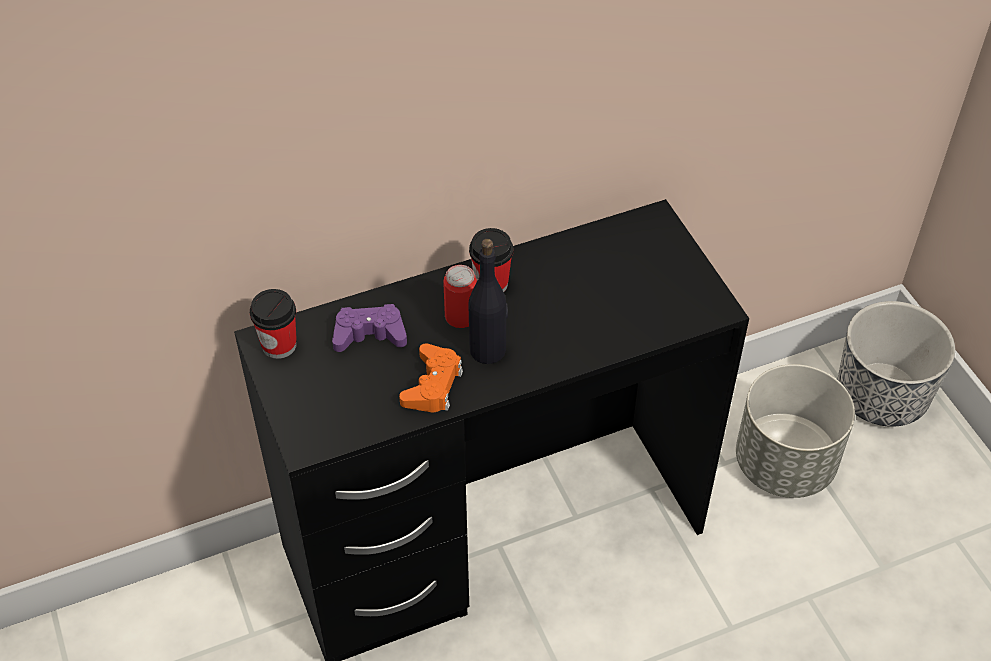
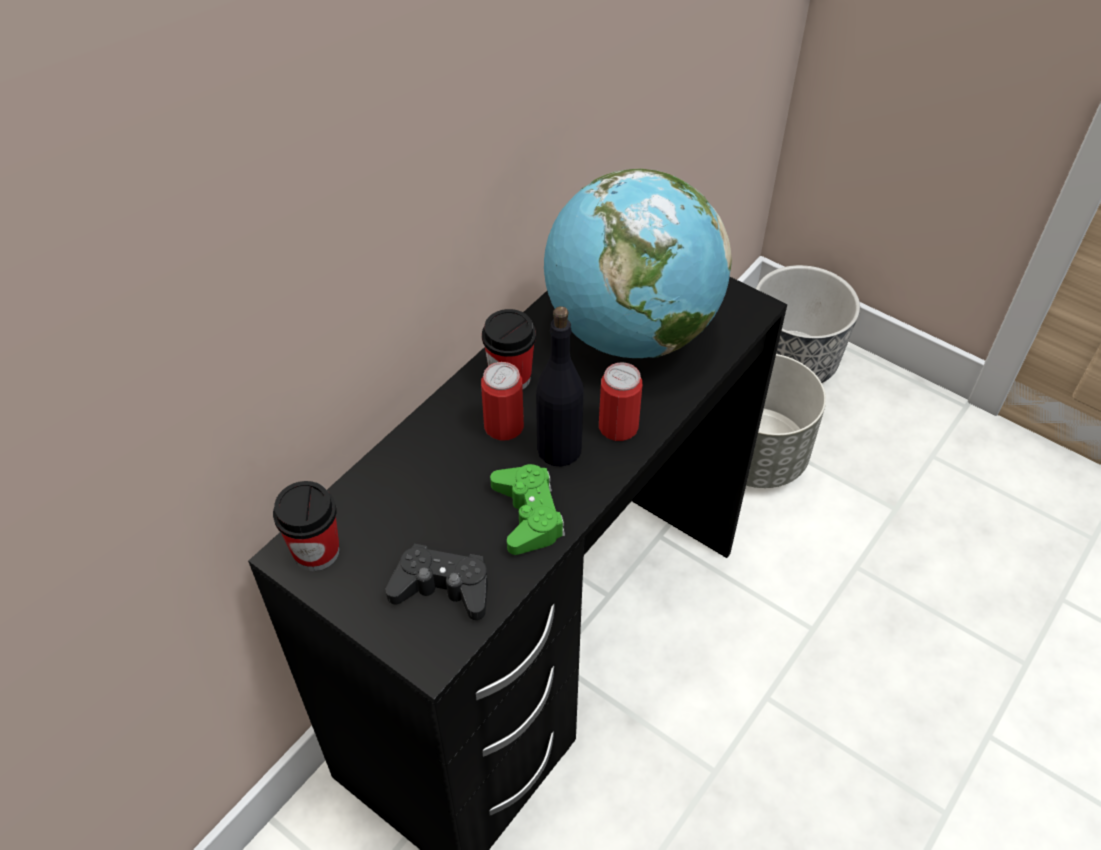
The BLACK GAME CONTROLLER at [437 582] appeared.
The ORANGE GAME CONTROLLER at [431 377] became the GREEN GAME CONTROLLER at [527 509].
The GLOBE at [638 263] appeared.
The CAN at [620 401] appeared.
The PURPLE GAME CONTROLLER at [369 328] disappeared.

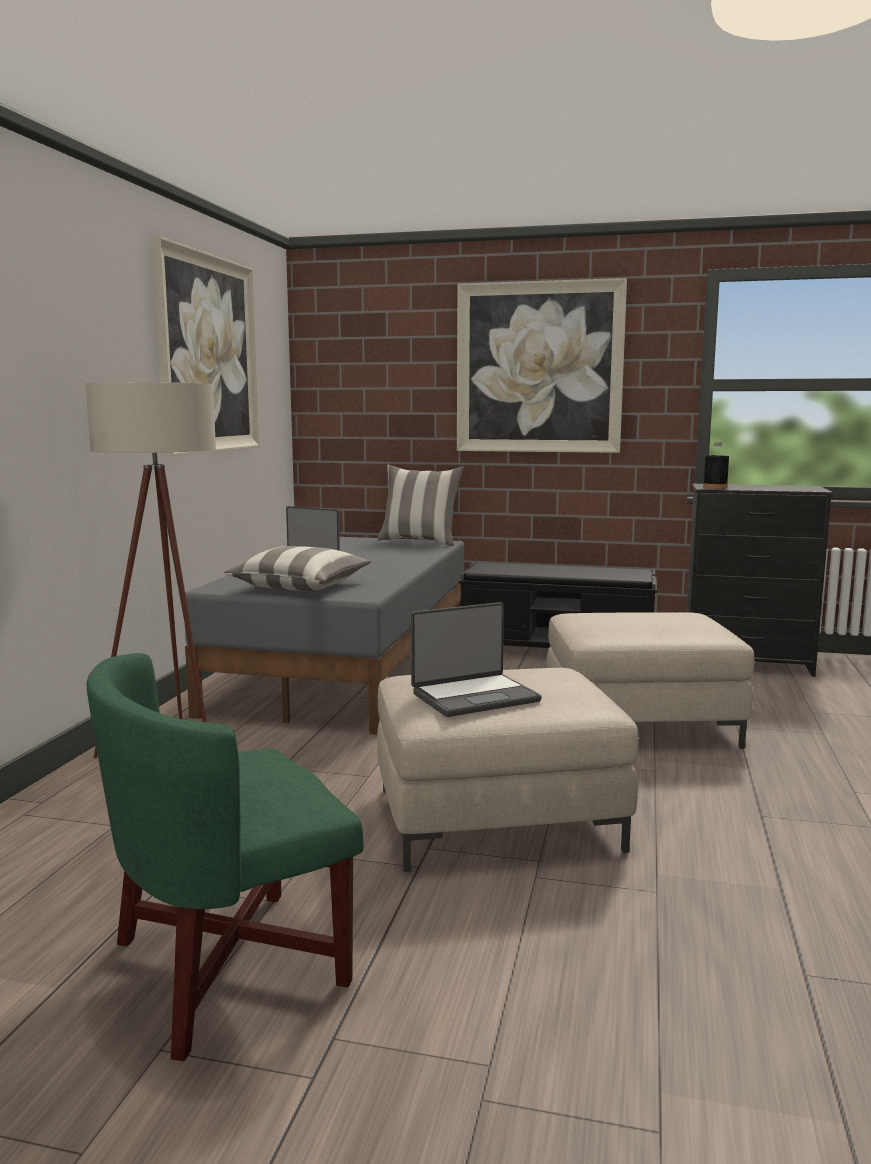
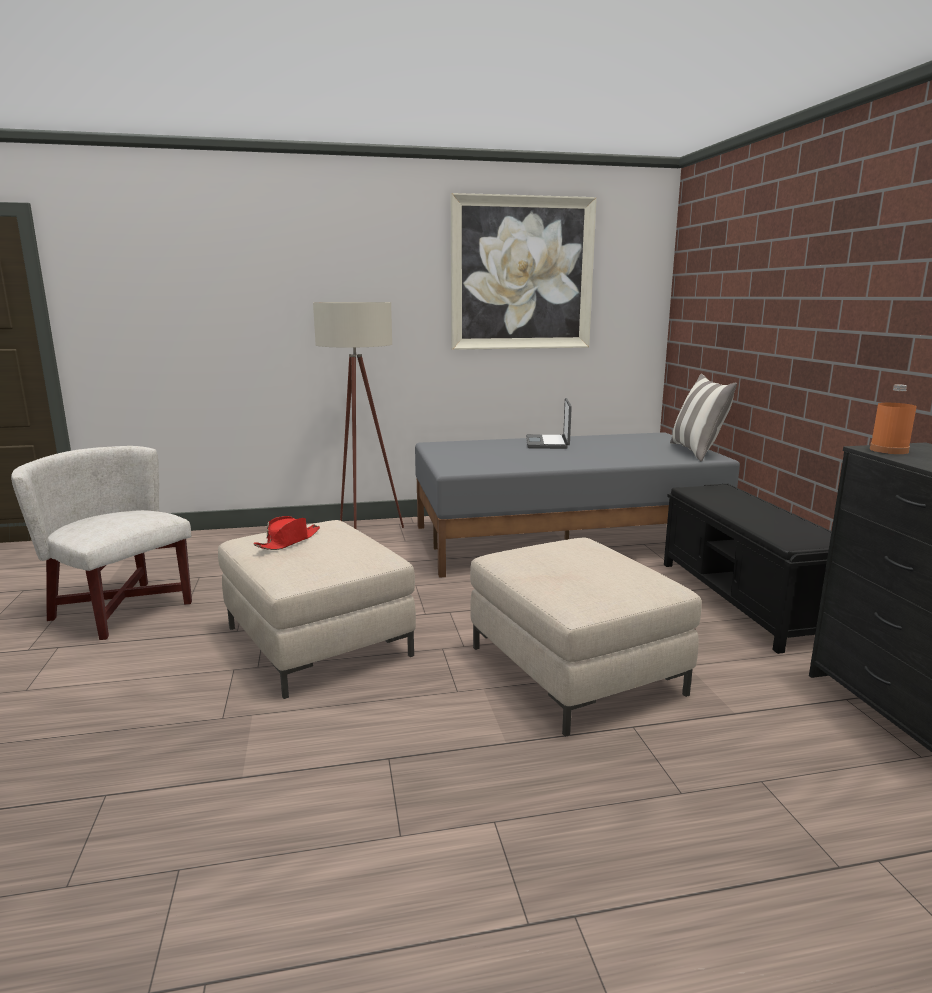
The GREEN ARMCHAIR at [225 857] became the WHITE ARMCHAIR at [101 543].
The LAPTOP at [476 659] was replaced by the RED HAT at [286 533].
The BLACK BOTTLE at [716 465] became the ORANGE BOTTLE at [893 419].
The PILLOW at [297 568] disappeared.
The PICTURE at [542 365] disappeared.

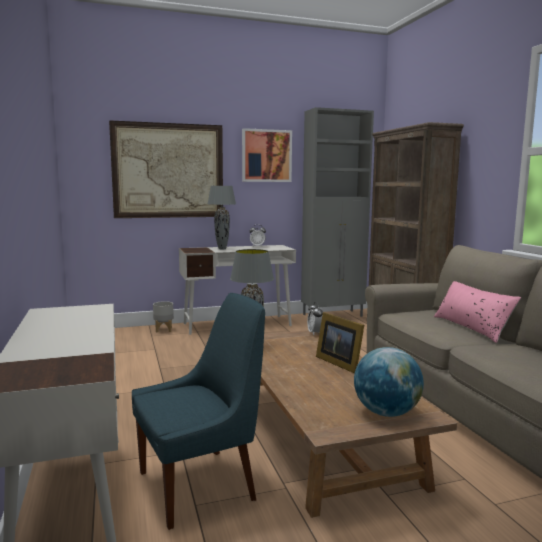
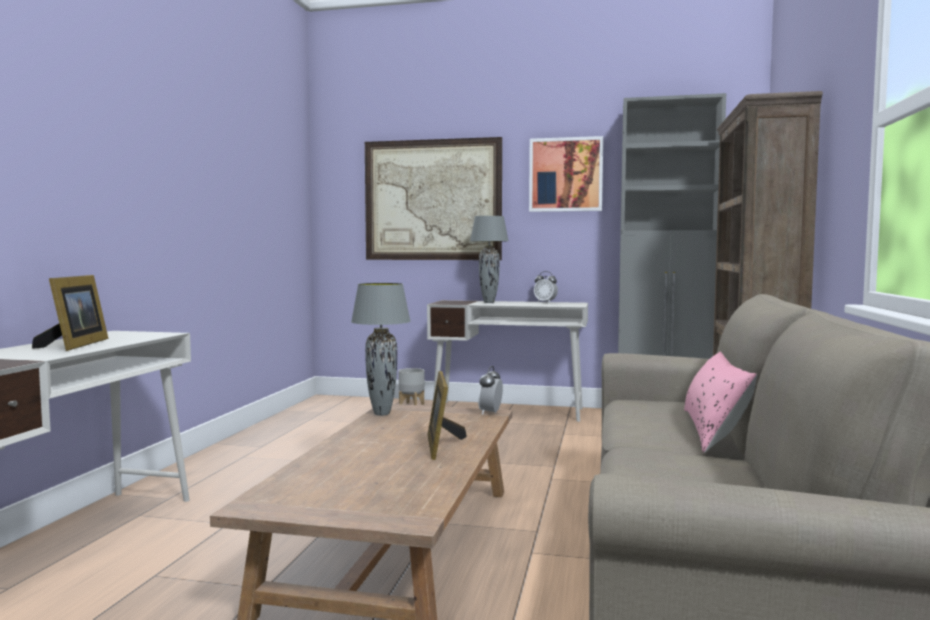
The PICTURE FRAME at [70 313] appeared.
The BLUE CHAIR at [198 411] disappeared.
The GLOBE at [389 382] disappeared.

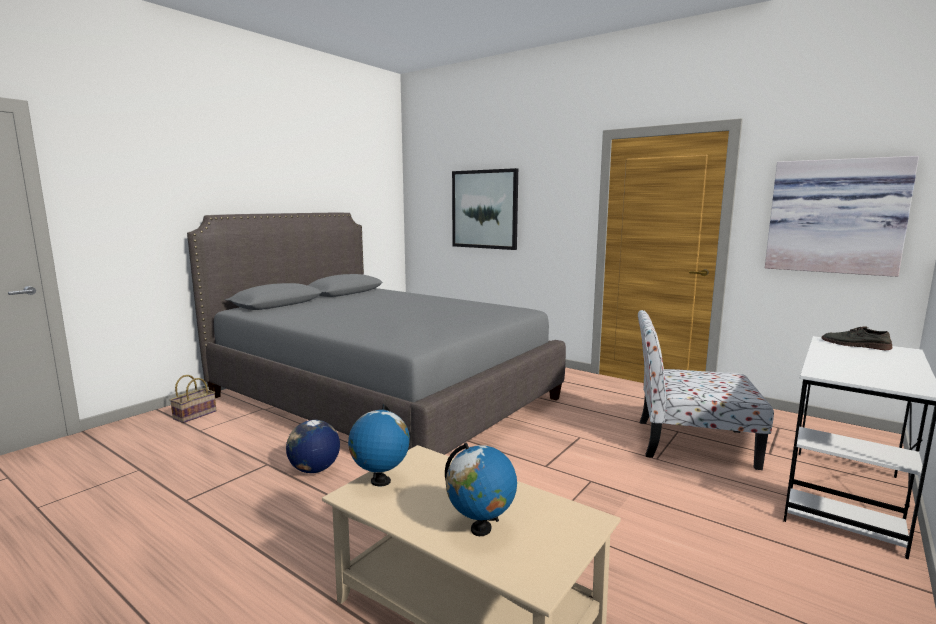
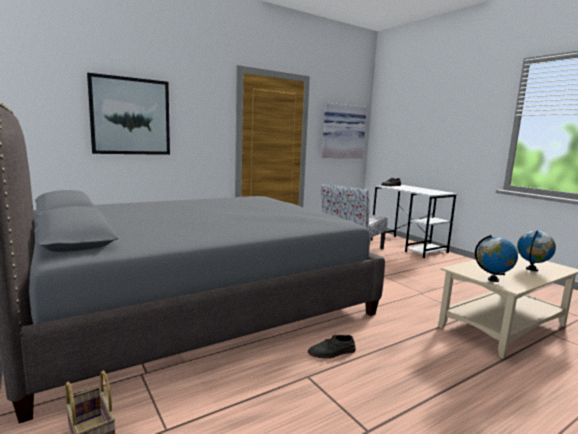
The GLOBE at [313 446] was replaced by the GREY SHOE at [332 346].

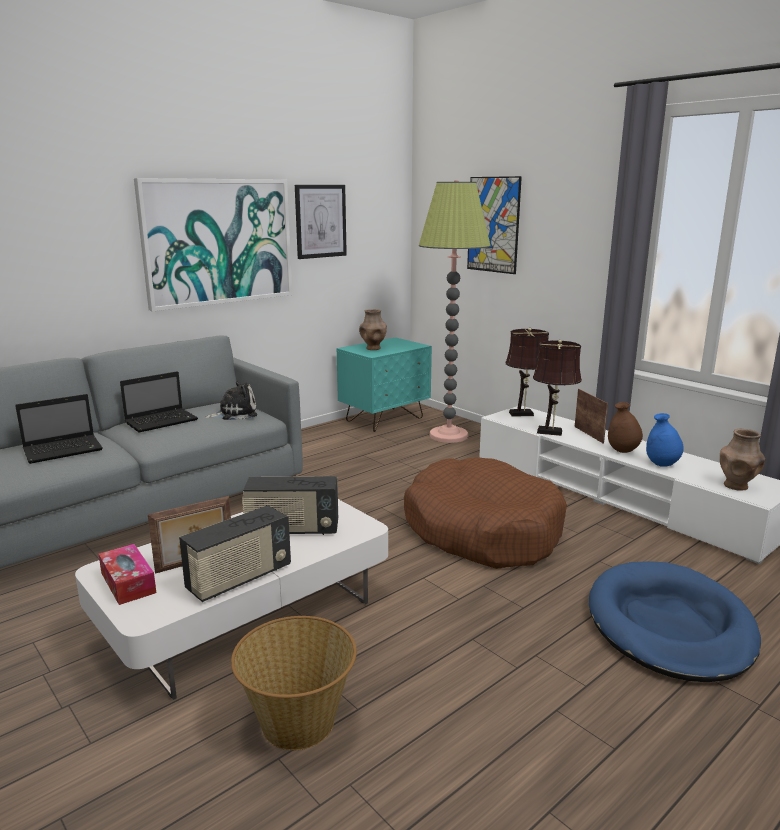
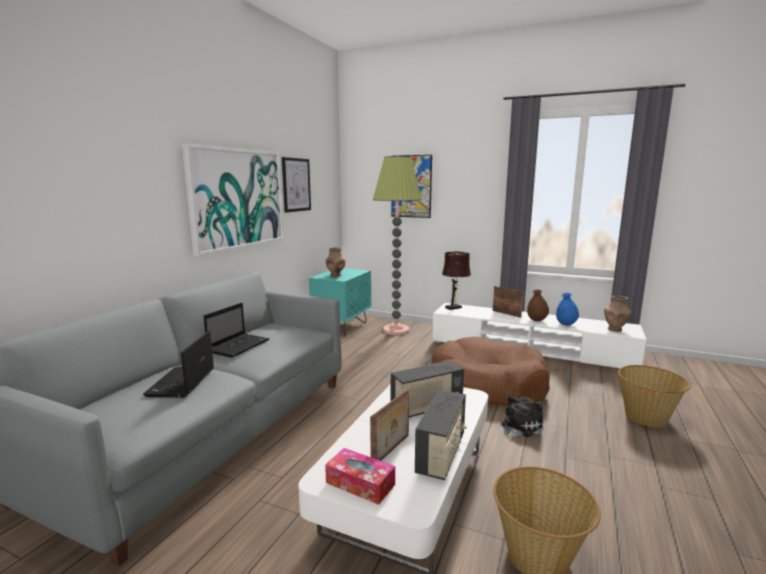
The LAPTOP at [59 429] turned 150 degrees clockwise.
The PLUSH TOY moved from [231 400] to [522 417].
The BLUE DOG BED at [675 621] was replaced by the BASKET at [654 396].
The BROWN TABLE LAMP at [557 388] disappeared.

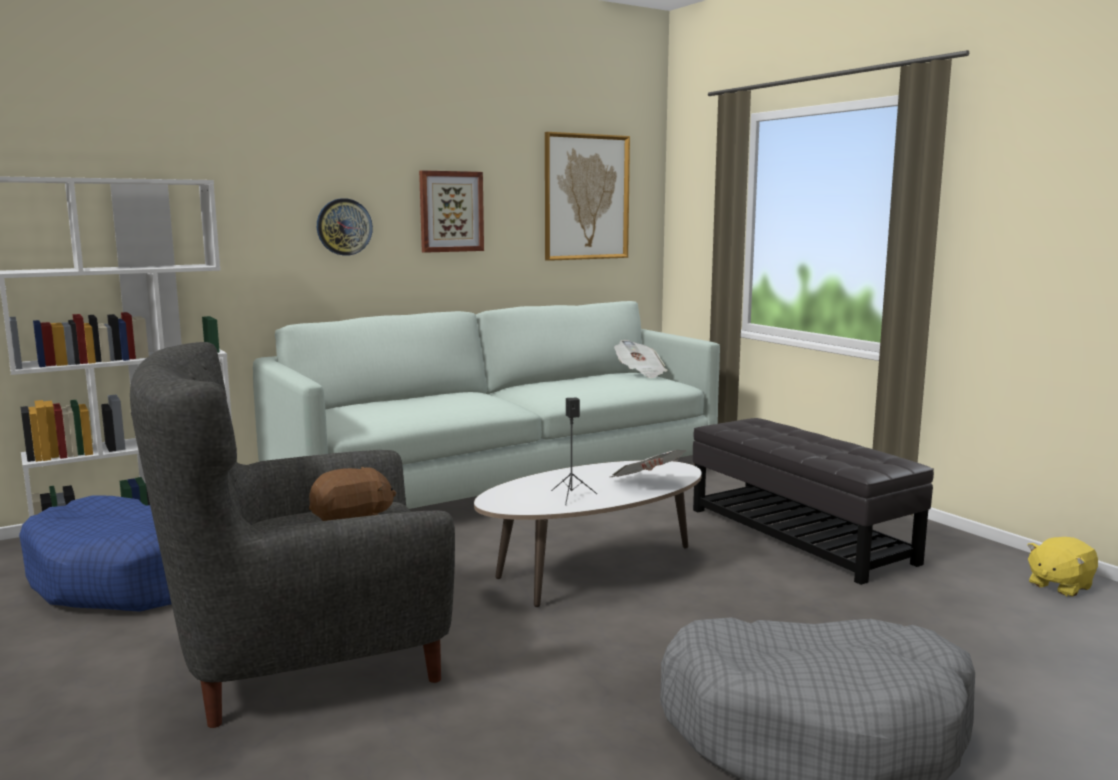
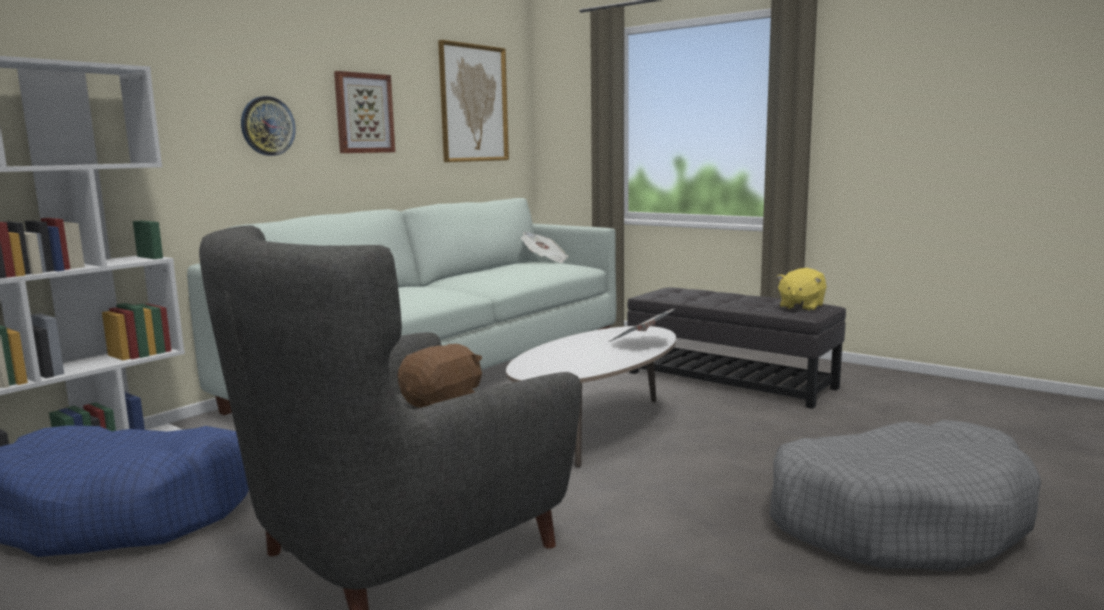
The YELLOW PLUSH TOY moved from [1062 567] to [802 289].
The BLACK SPEAKER at [574 451] disappeared.

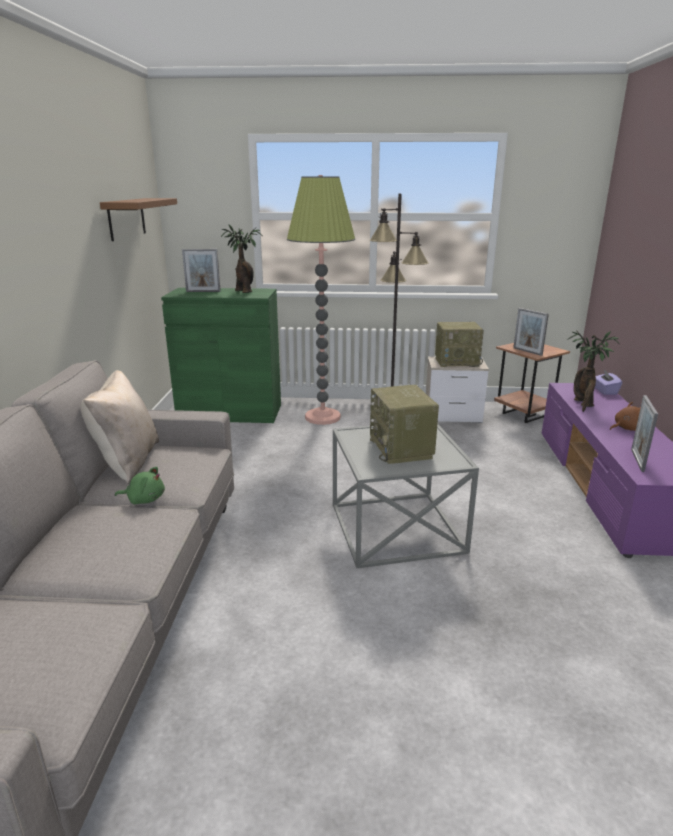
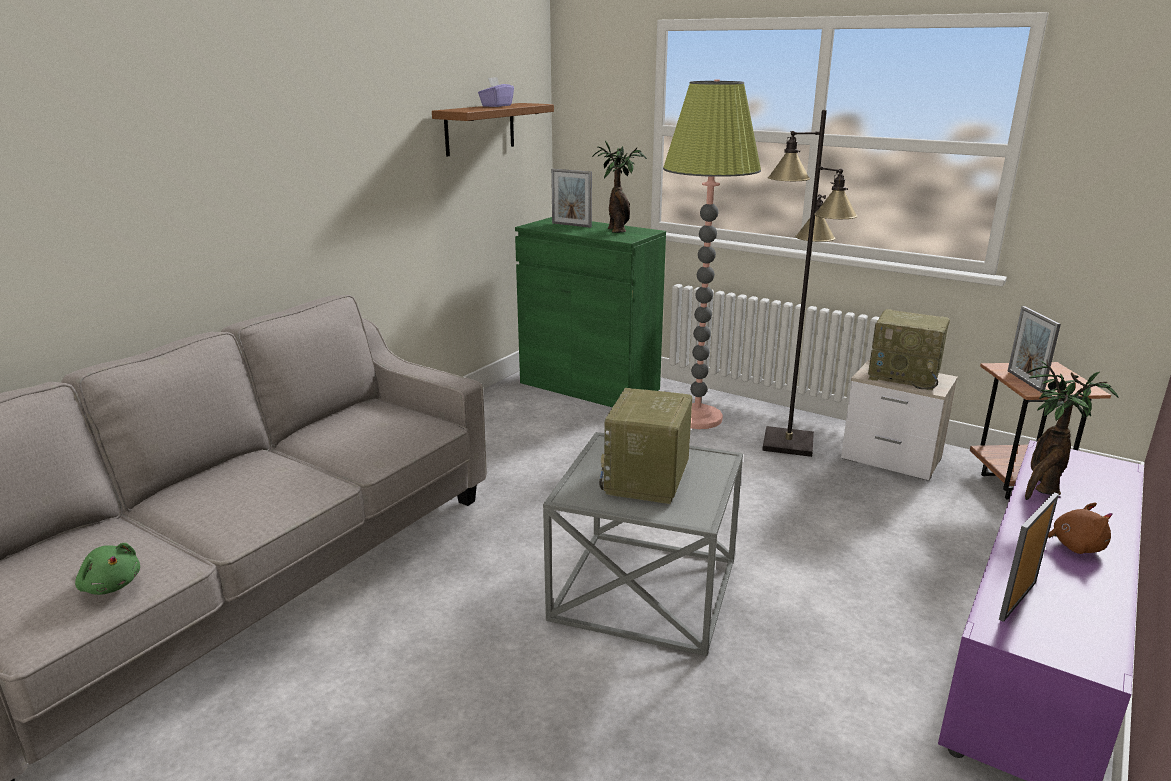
The GREEN PLUSH TOY moved from [140 485] to [107 569].
The PURPLE TISSUE BOX moved from [608 382] to [496 92].
The BEIGE PILLOW at [120 427] disappeared.

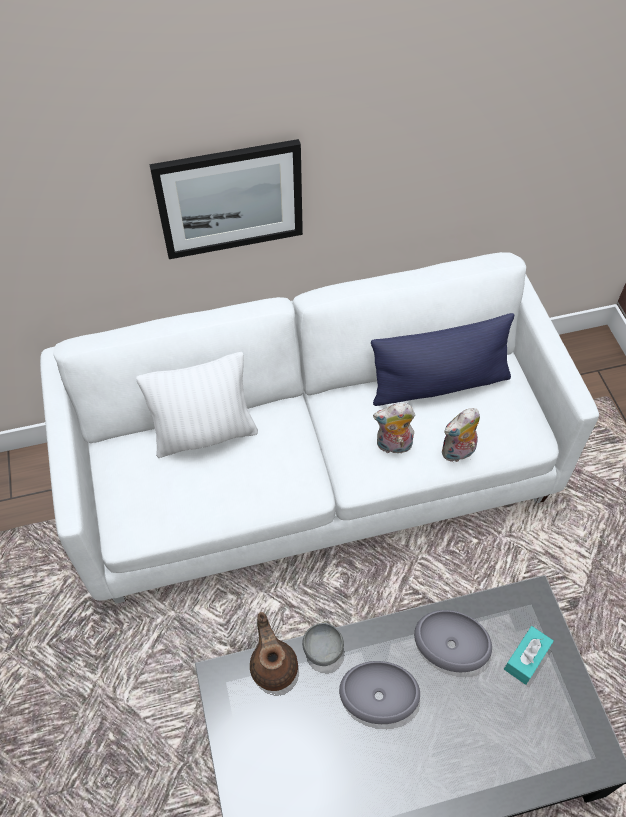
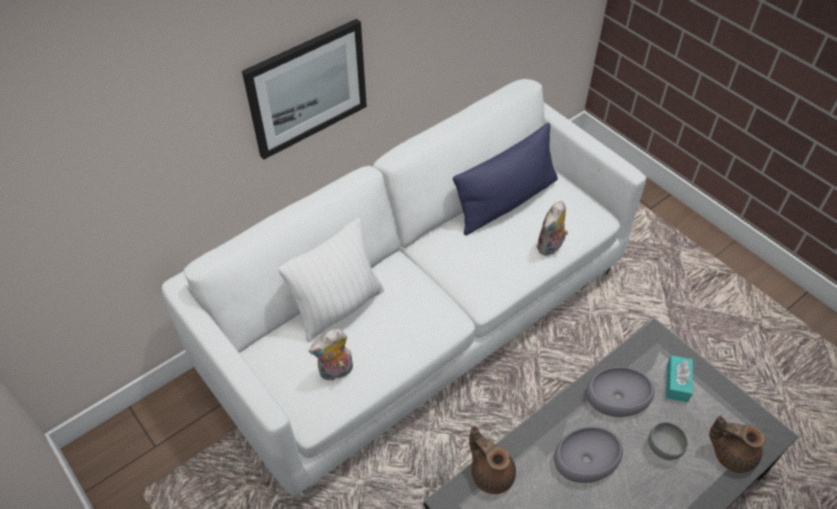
The PLUSH TOY moved from [394 428] to [331 355].
The GREY BOWL moved from [323 644] to [668 441].
The BROWN TEAPOT at [737 444] appeared.

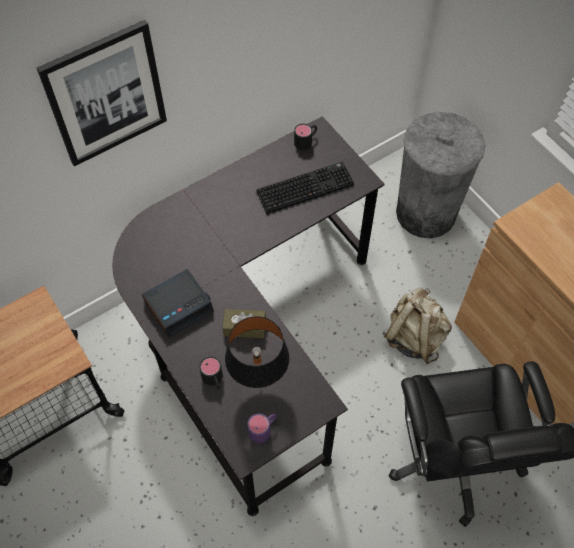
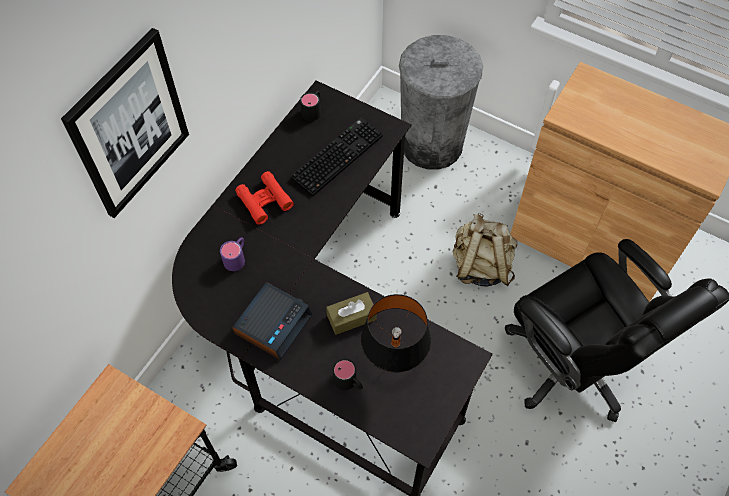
The PURPLE MUG moved from [262 428] to [232 254].
The RED BINOCULARS at [264 198] appeared.

